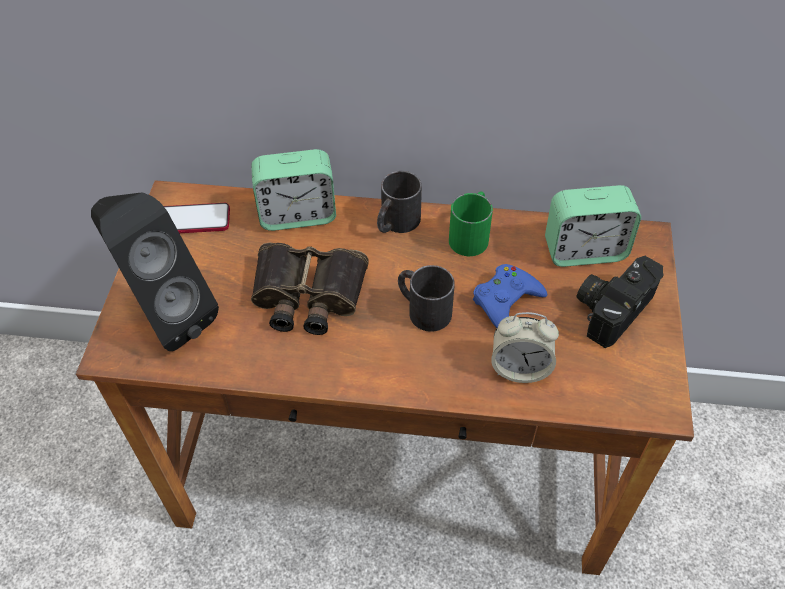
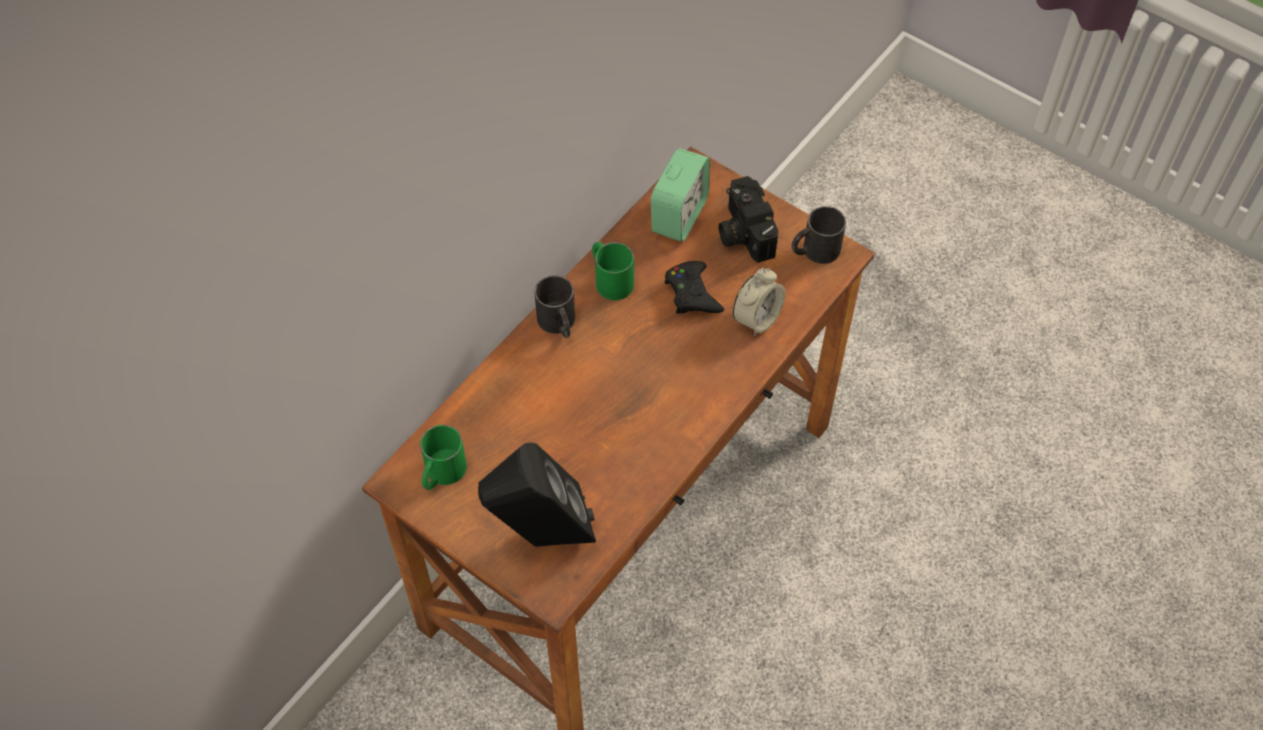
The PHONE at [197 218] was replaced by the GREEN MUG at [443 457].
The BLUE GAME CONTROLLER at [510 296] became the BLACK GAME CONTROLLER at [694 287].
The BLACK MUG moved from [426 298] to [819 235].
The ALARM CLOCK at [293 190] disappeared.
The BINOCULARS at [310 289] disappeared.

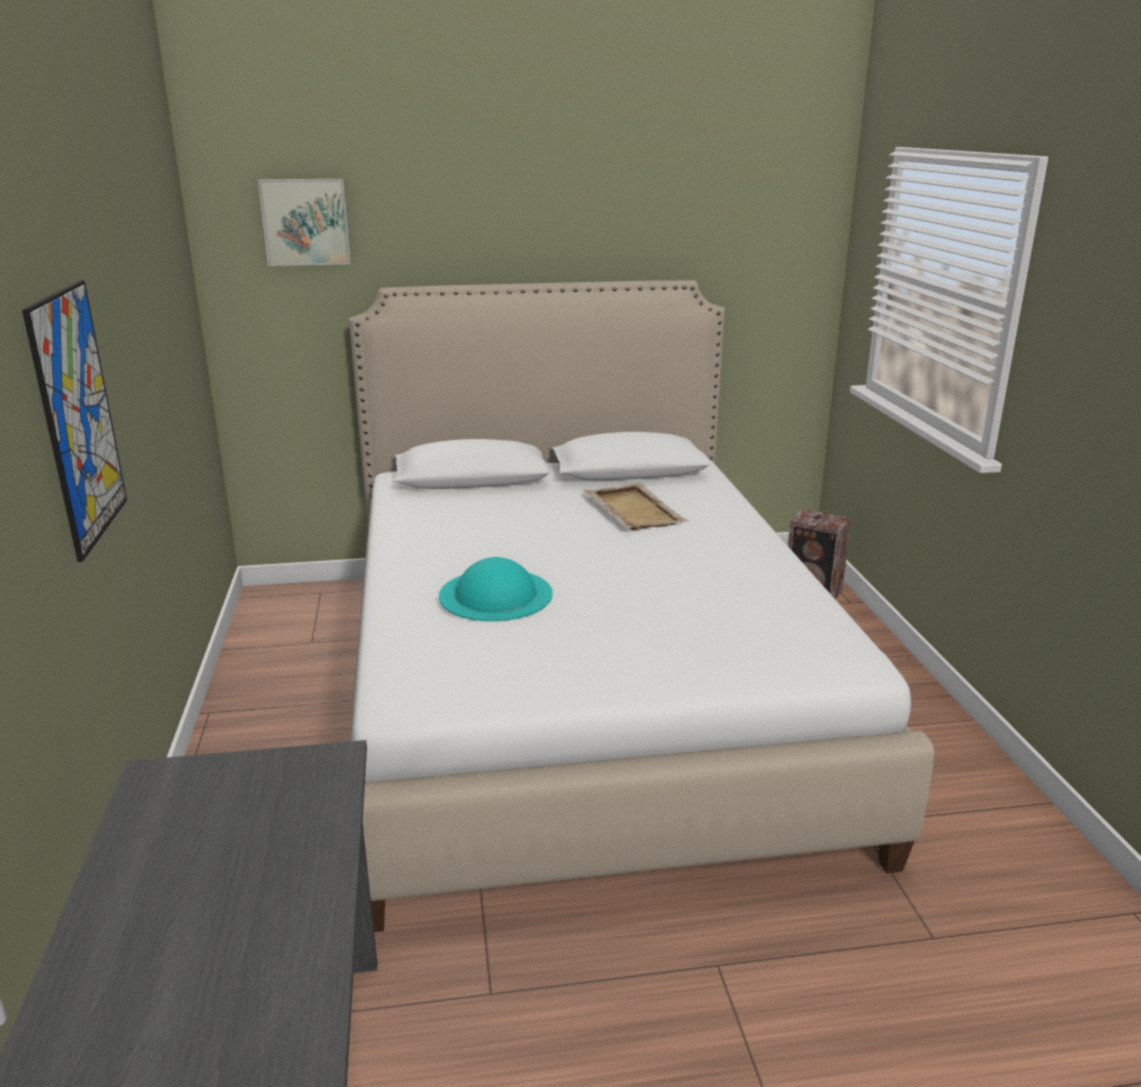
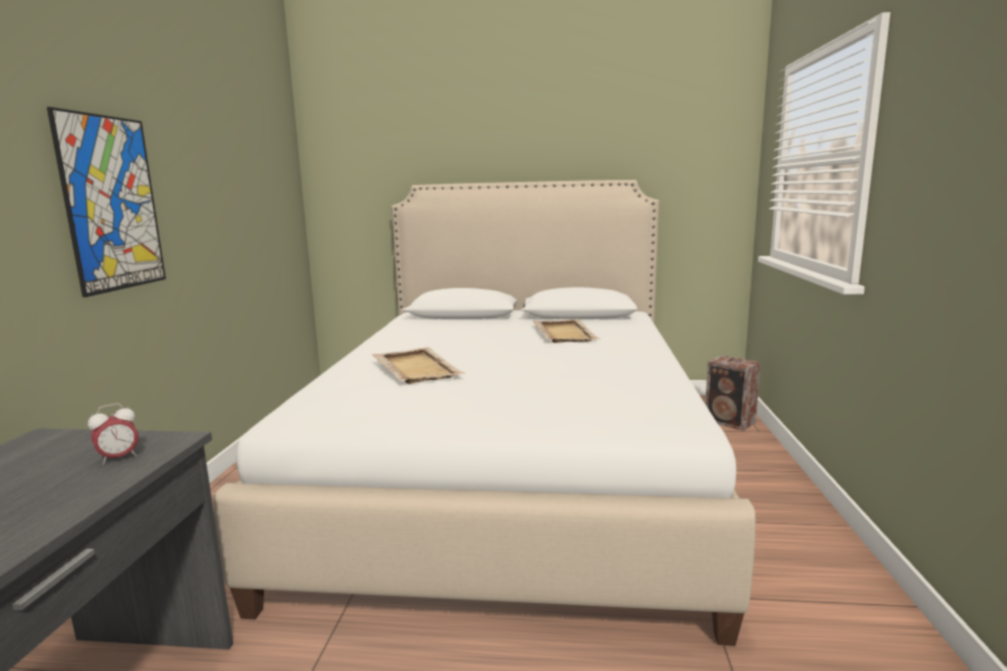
The ALARM CLOCK at [113 434] appeared.
The TURQUOISE HAT at [496 589] was replaced by the BEIGE TRAY at [419 365].
The PICTURE at [304 222] disappeared.

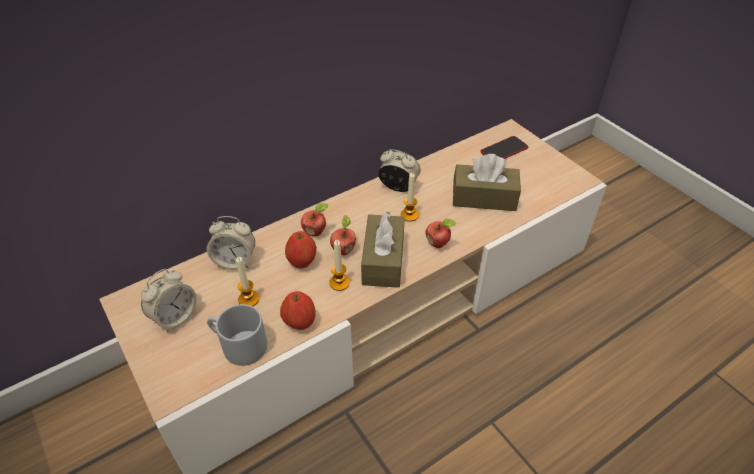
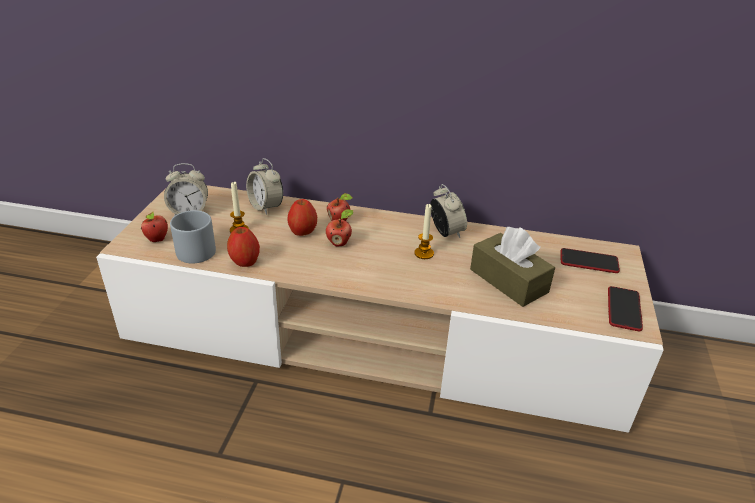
The APPLE moved from [441 233] to [154 227].
The PHONE at [625 308] appeared.
The CANDLE at [339 265] disappeared.
The BROWN TISSUE BOX at [383 250] disappeared.

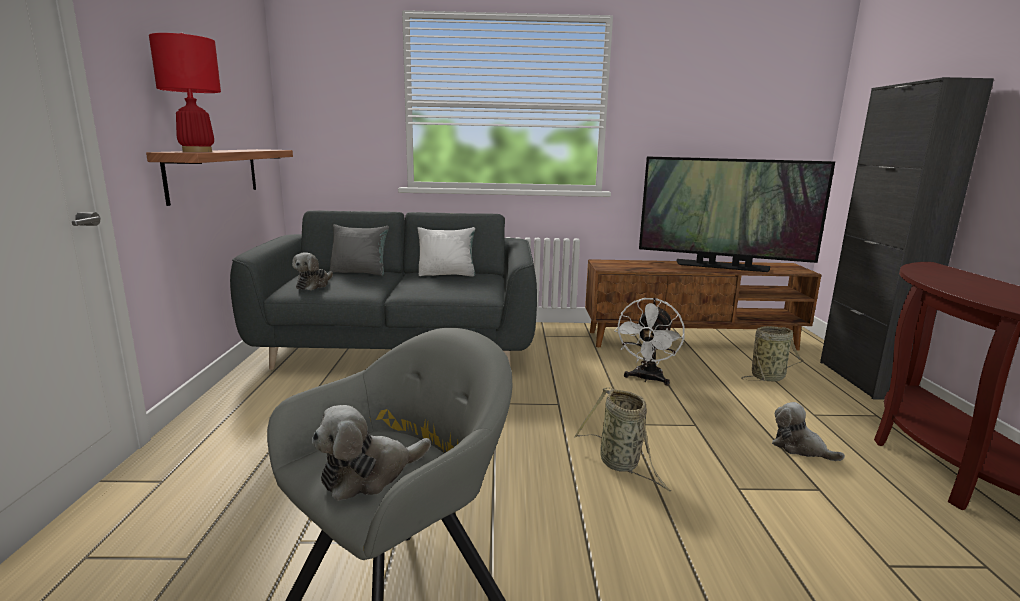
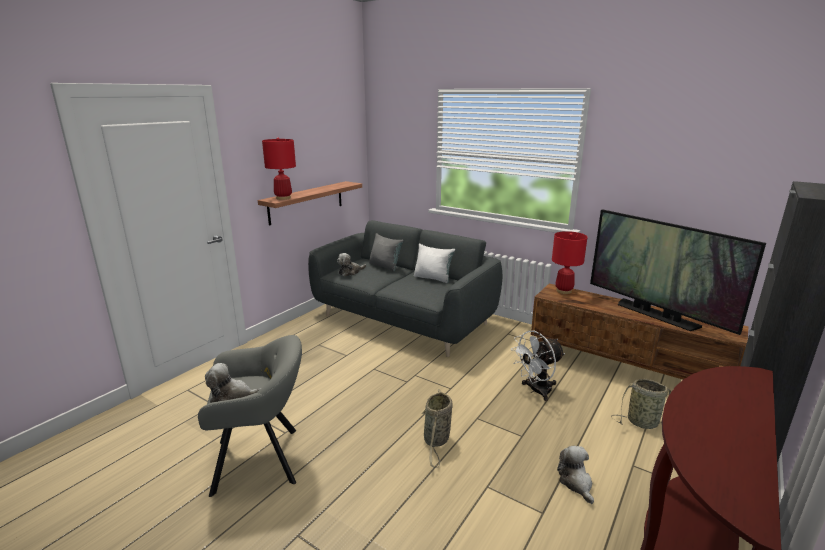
The RED TABLE LAMP at [570 262] appeared.

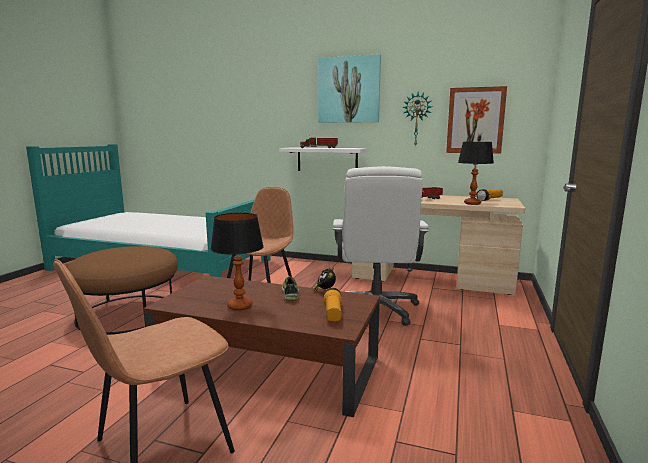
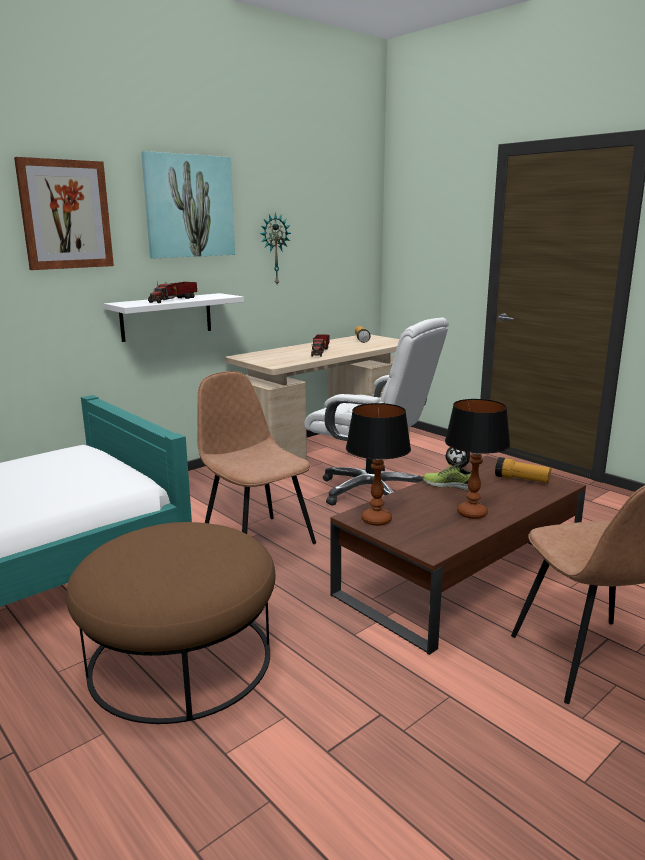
The PICTURE moved from [476 120] to [64 213].
The TABLE LAMP moved from [476 173] to [378 464].

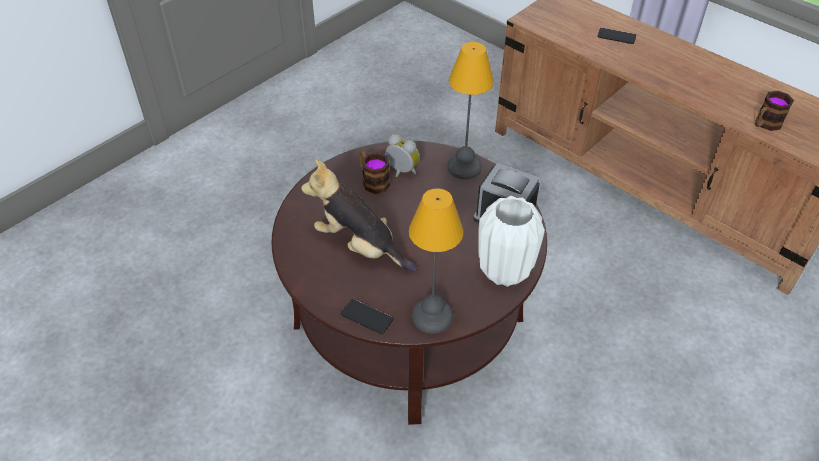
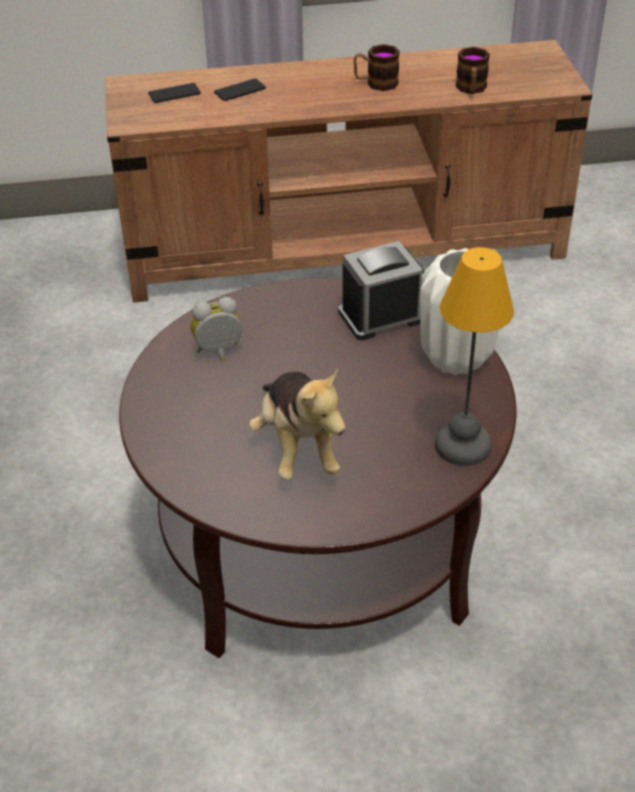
The PHONE moved from [367 316] to [174 93].
The PLUSH TOY at [359 215] turned 90 degrees counterclockwise.
The MUG moved from [374 172] to [377 67].
The TABLE LAMP at [470 110] disappeared.

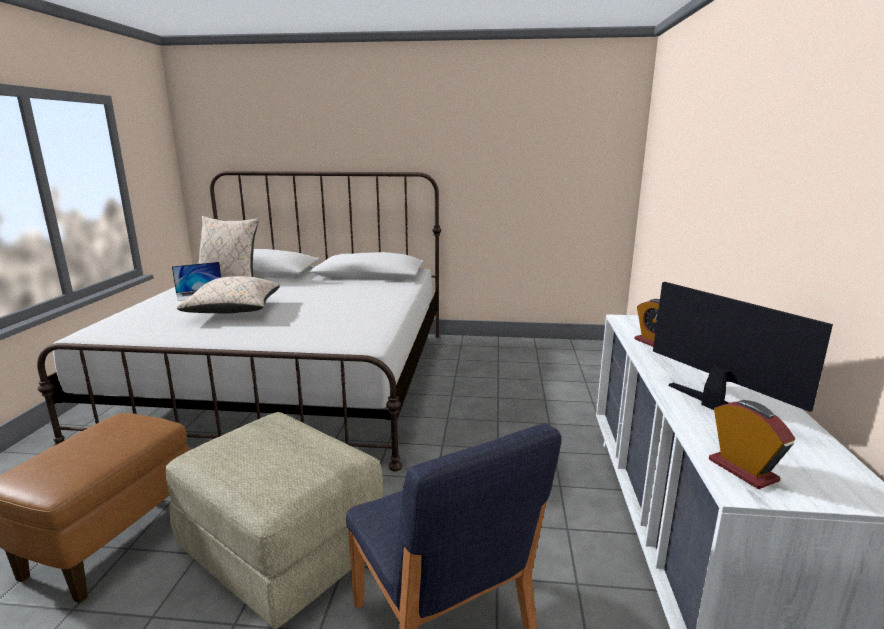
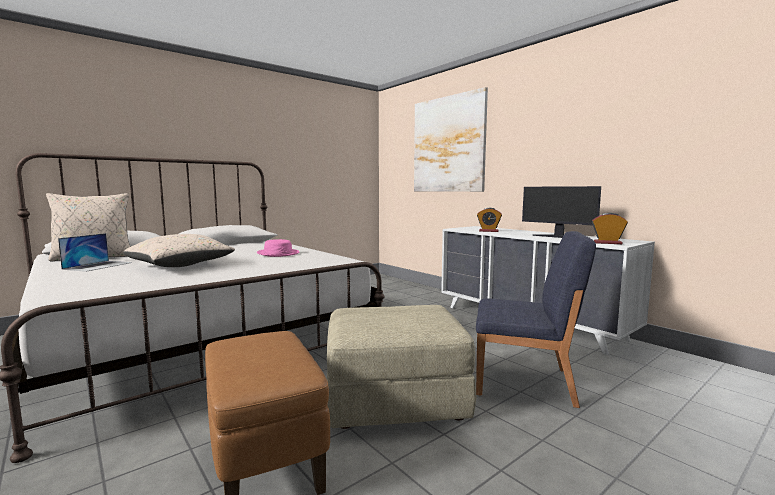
The PINK HAT at [278 248] appeared.
The PICTURE at [451 139] appeared.
The MONITOR at [743 347] turned 150 degrees counterclockwise.

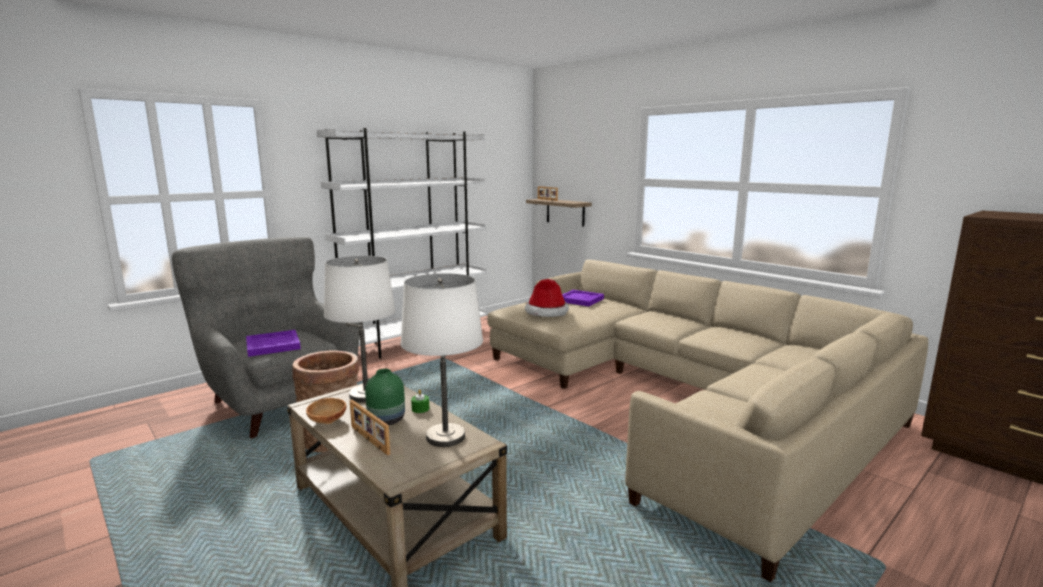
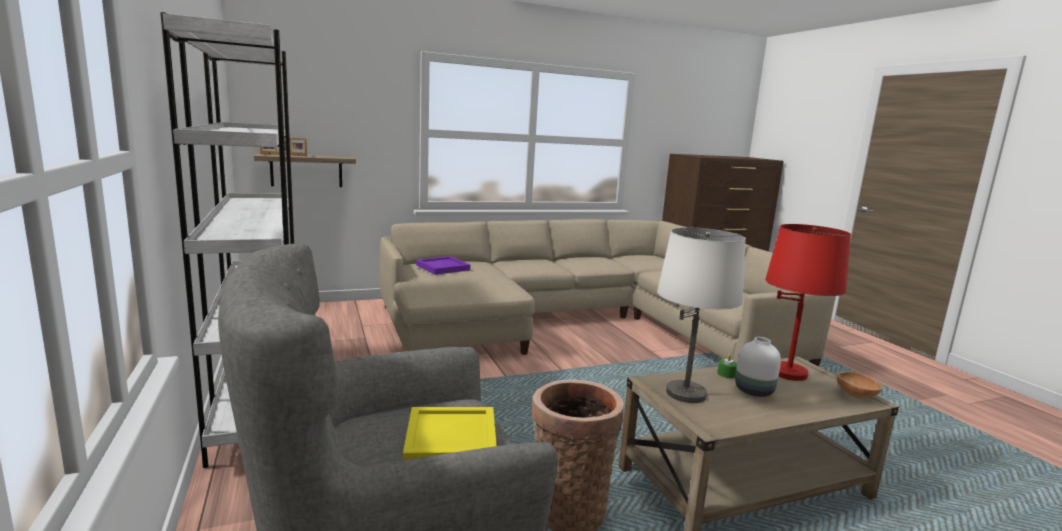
The PURPLE TRAY at [273 343] became the YELLOW TRAY at [450 433].
The GREEN VASE at [385 397] became the WHITE VASE at [758 367].
The WHITE TABLE LAMP at [442 360] became the RED TABLE LAMP at [808 302].
The BROWN BOWL moved from [326 411] to [859 385].
The PICTURE FRAME at [370 427] disappeared.
The HAT at [547 298] disappeared.

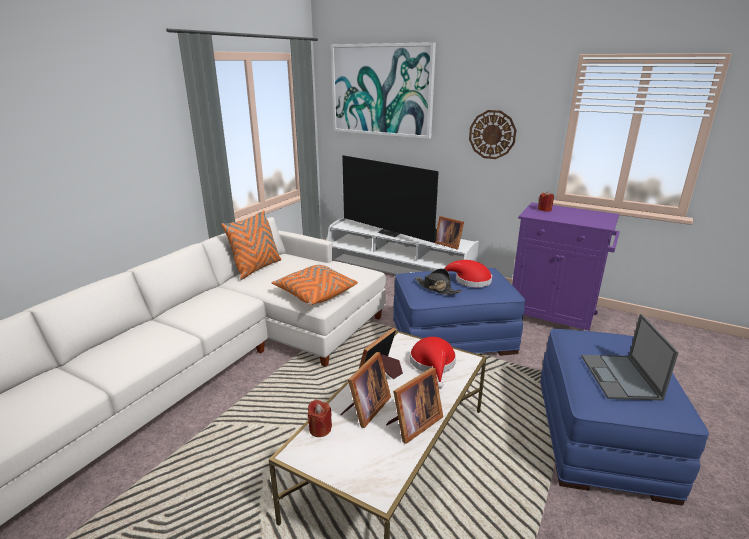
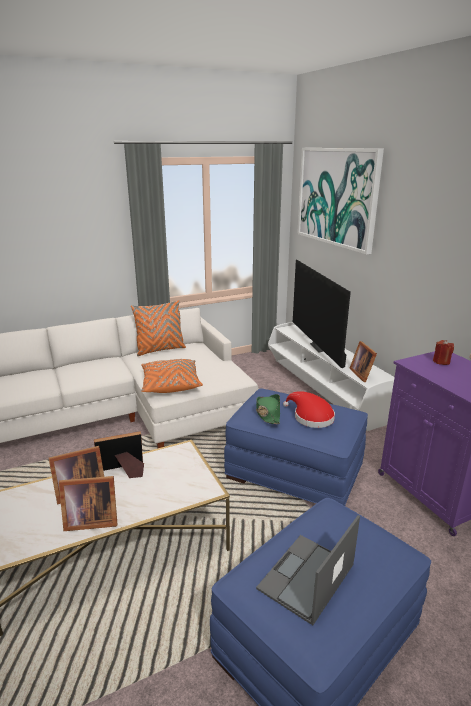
The BLACK HAT at [438 281] became the GREEN HAT at [268 409].
The RED CANDLE at [320 418] disappeared.
The RED HAT at [433 363] disappeared.
The WALL CLOCK at [492 134] disappeared.

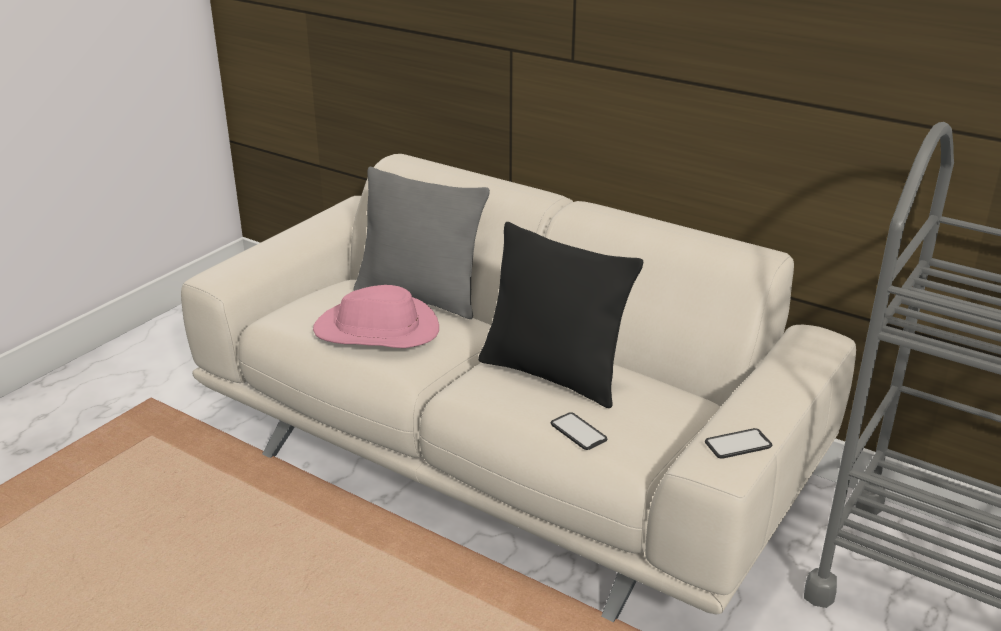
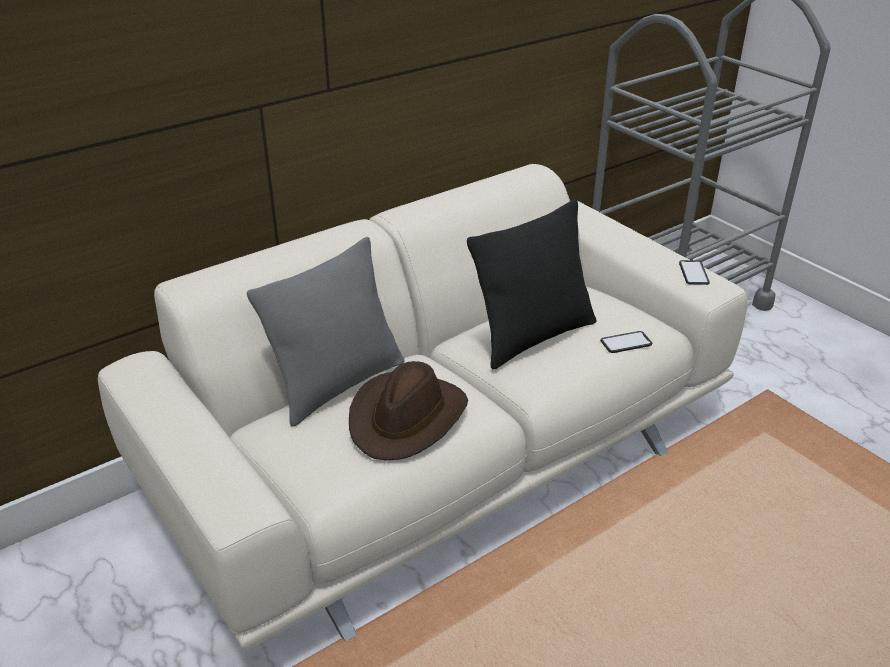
The PINK HAT at [376 316] became the BROWN HAT at [408 410].

